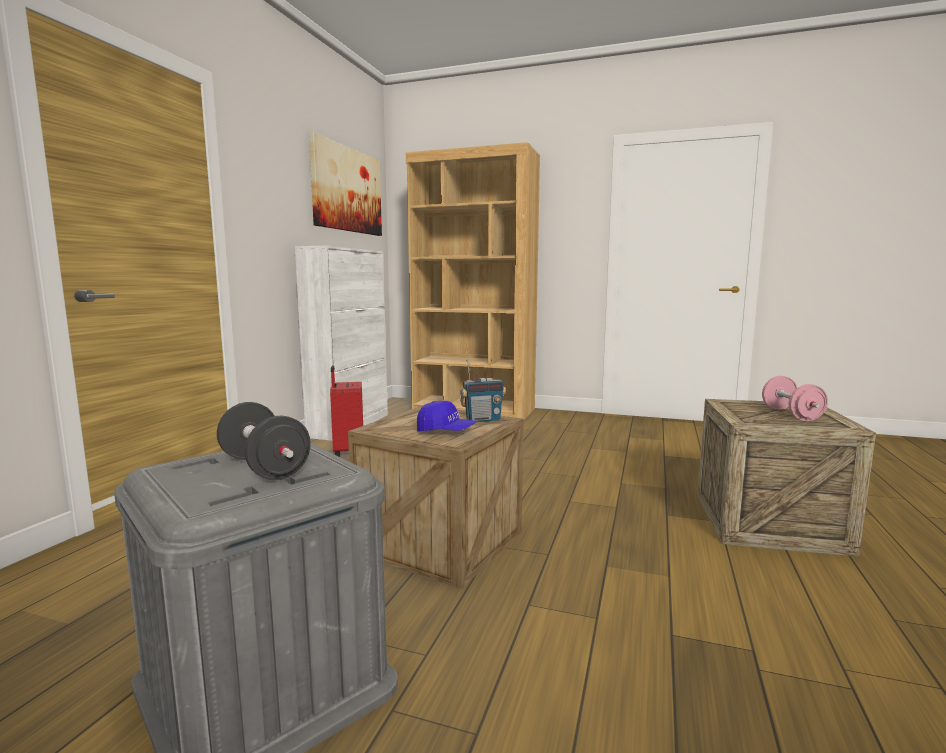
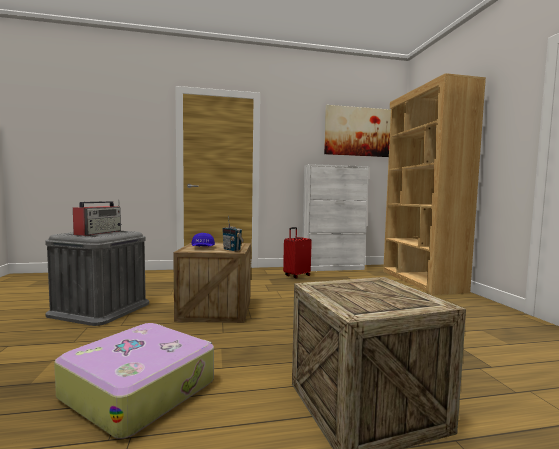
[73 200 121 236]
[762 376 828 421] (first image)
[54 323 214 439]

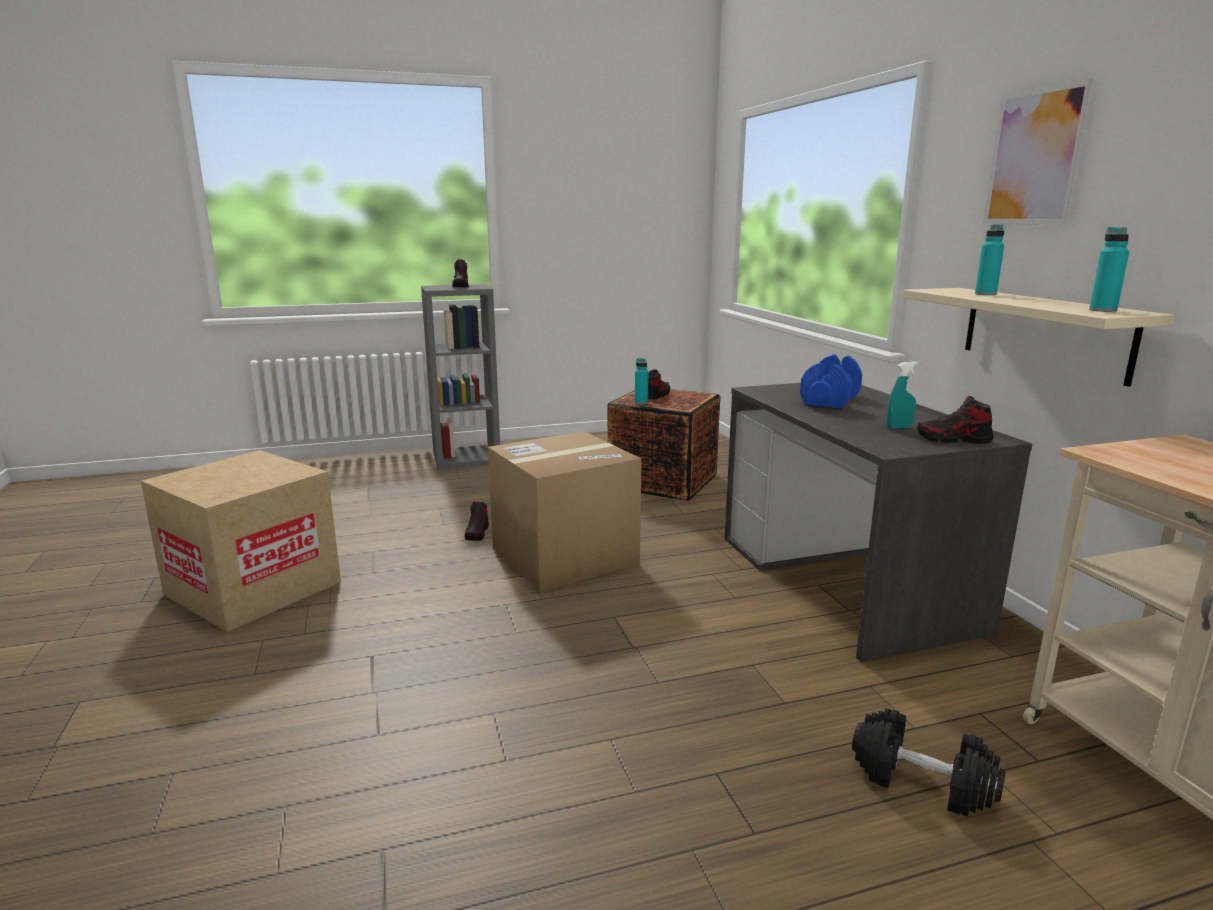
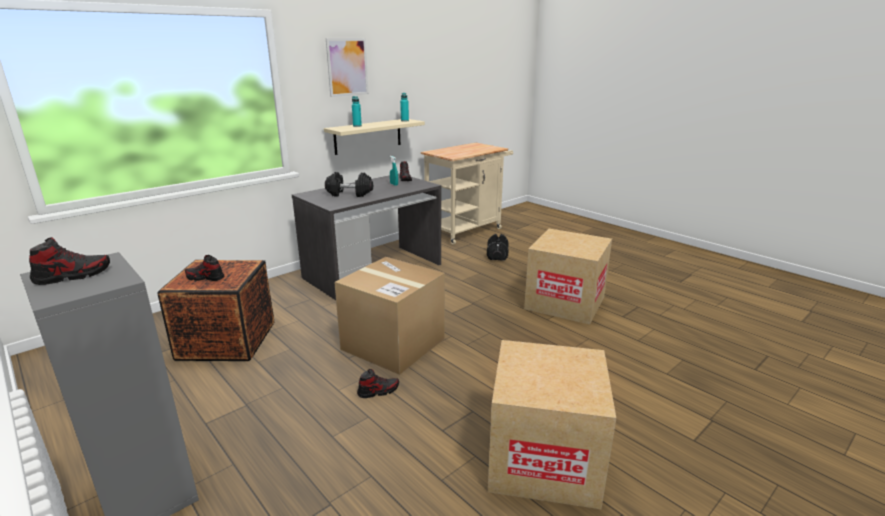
[635 358 649 405] (first image)
[325 172 373 197]
[524 229 612 325]

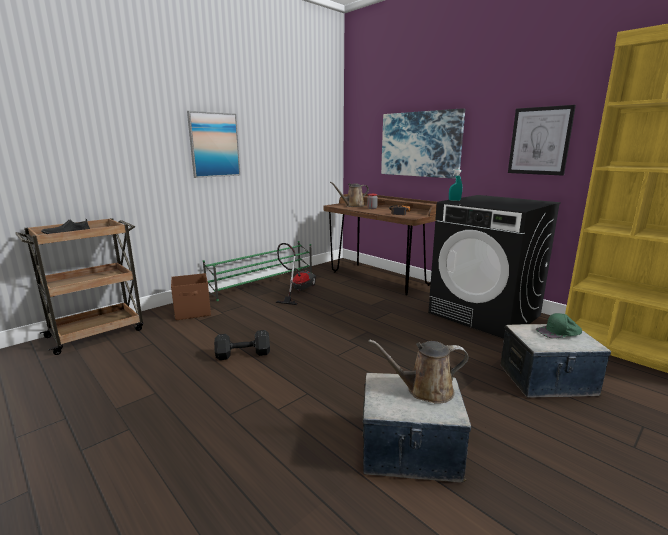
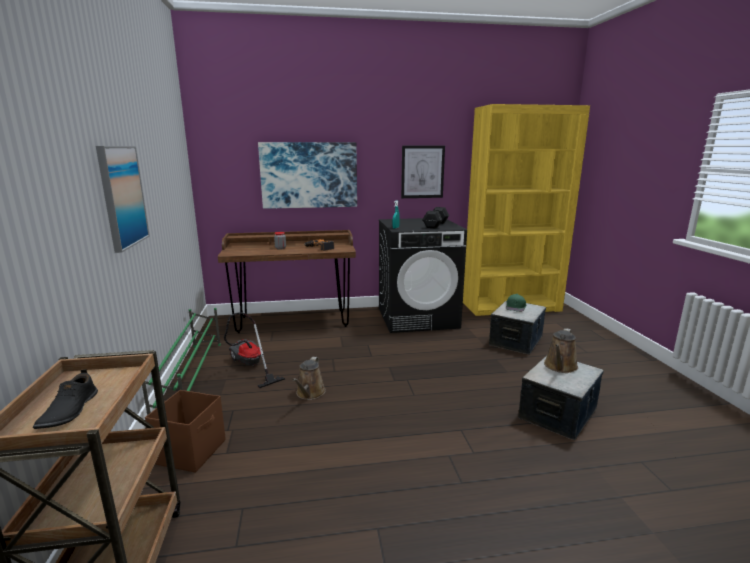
[422 207 449 229]
[292 357 326 400]

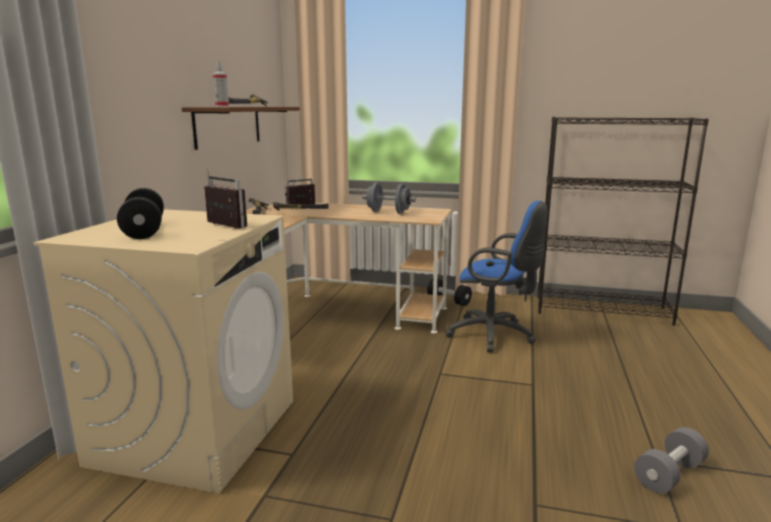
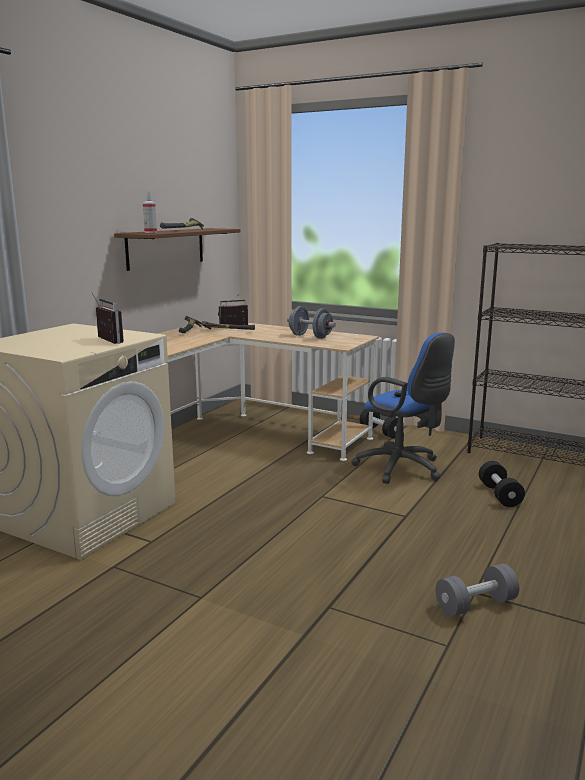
[479 461 525 507]

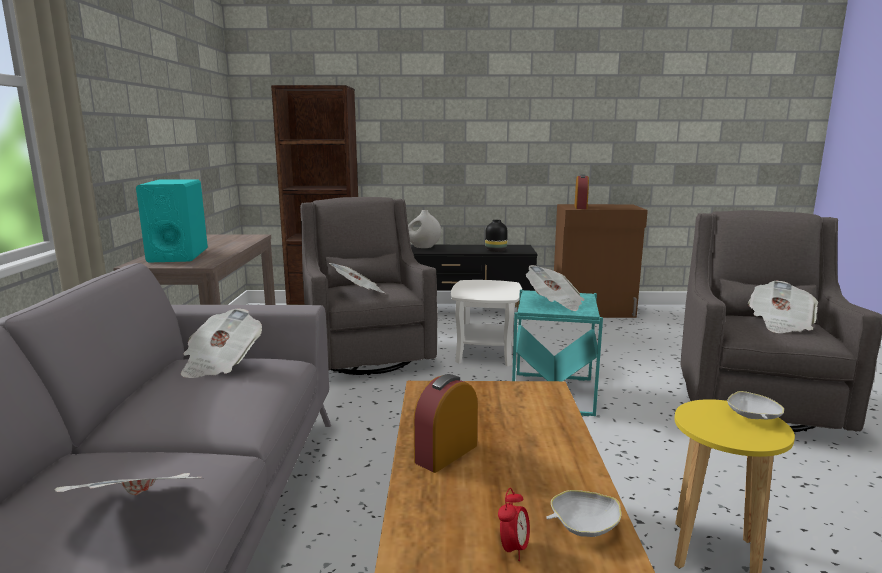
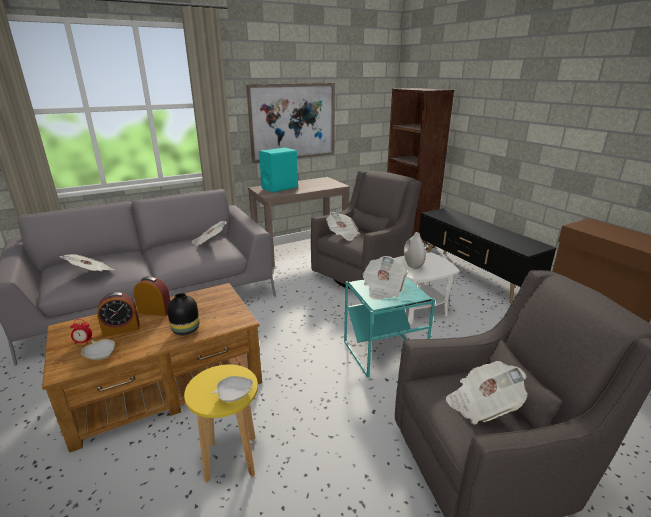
[404 232 426 269]
[167 293 200 335]
[97 292 140 337]
[246 83 335 163]

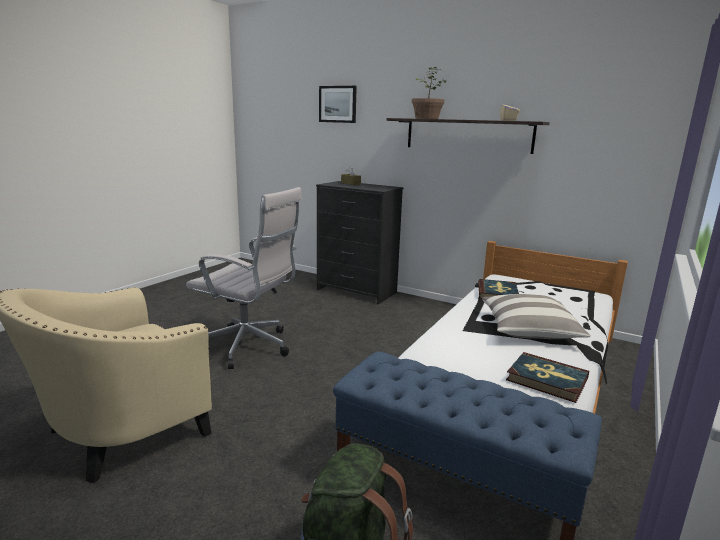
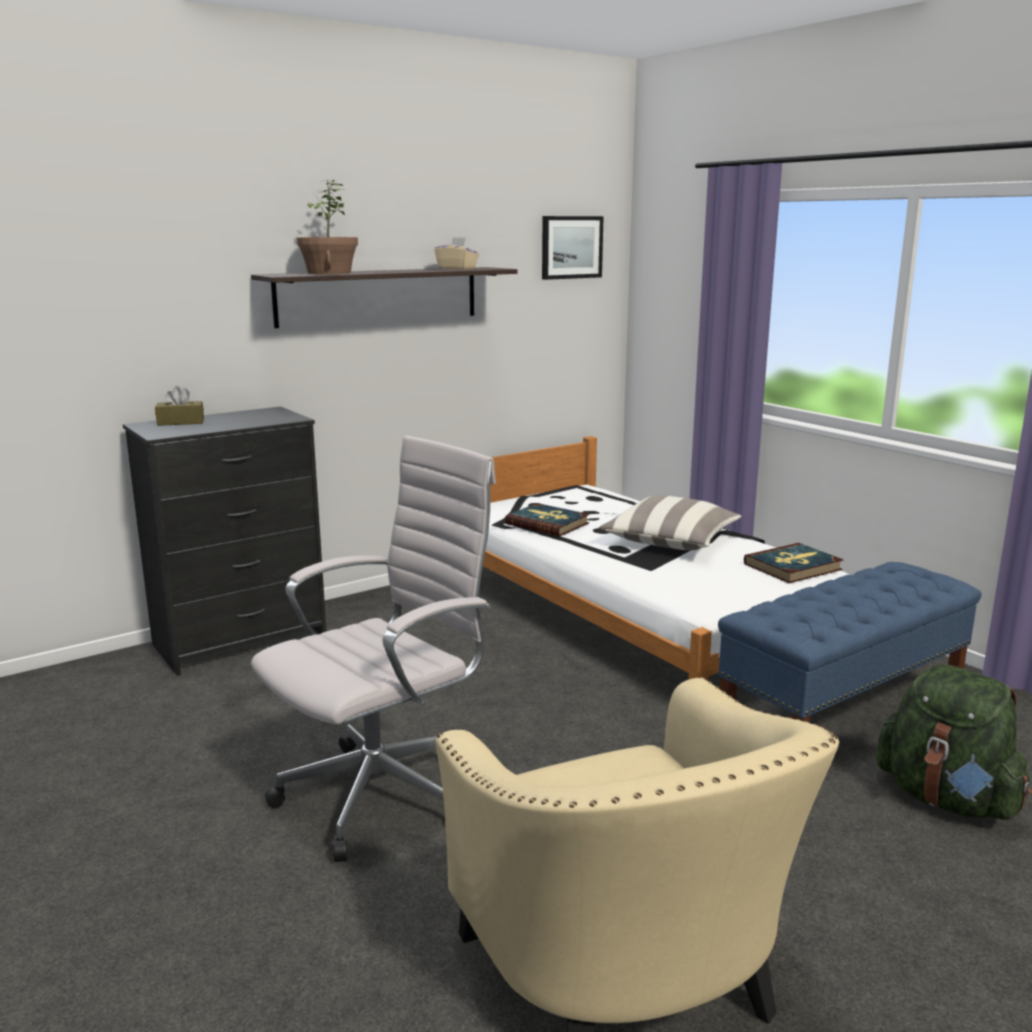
[542 216 604 280]

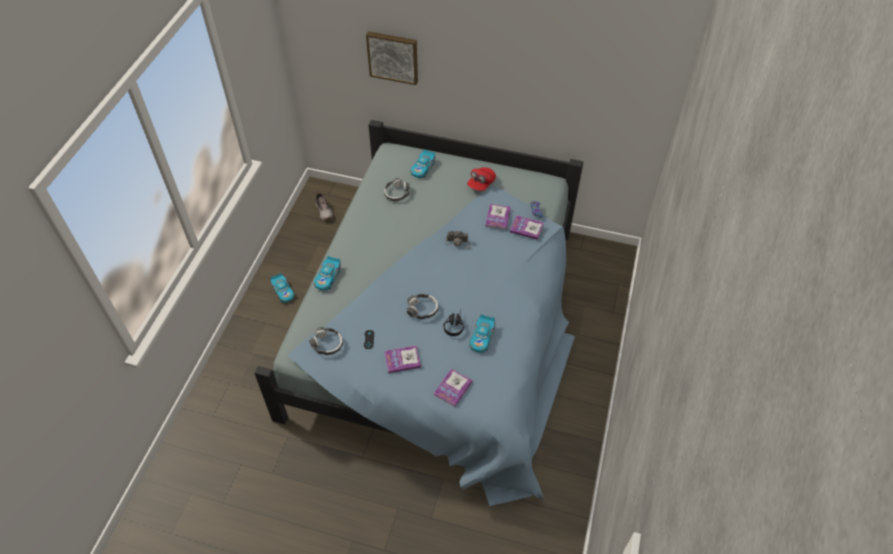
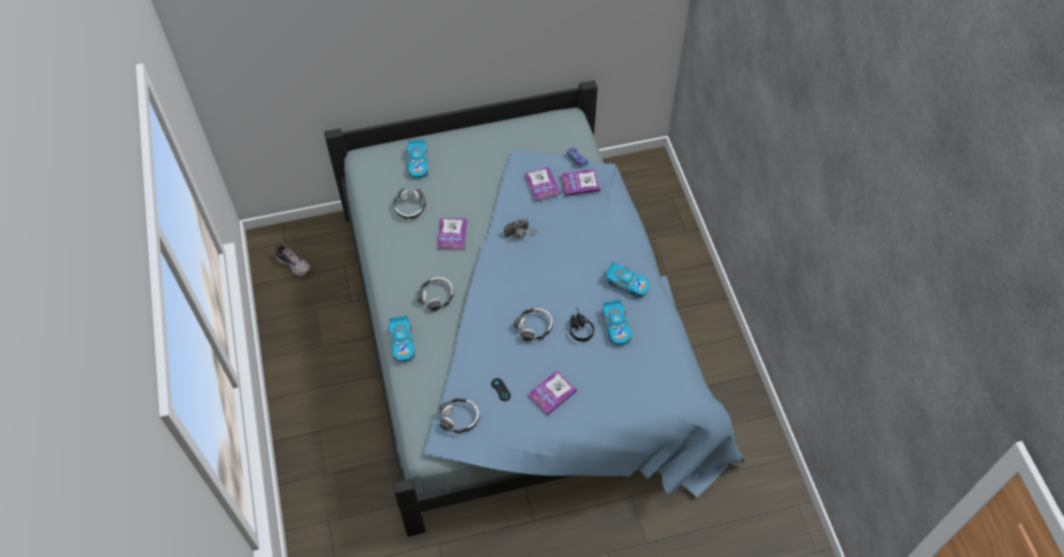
[605 262 650 298]
[366 31 418 85] (first image)
[438 218 467 250]
[467 167 496 191] (first image)
[418 277 454 312]

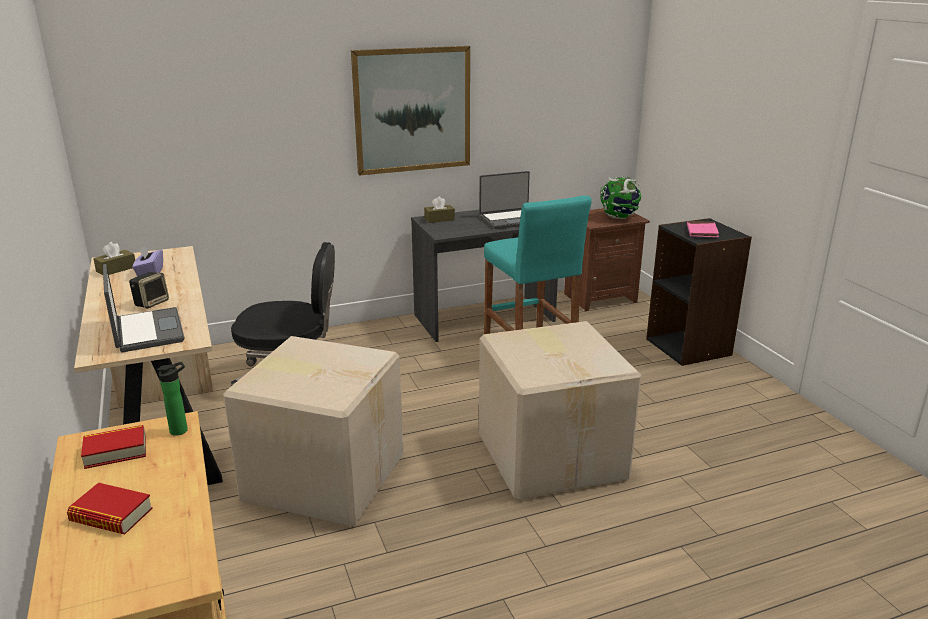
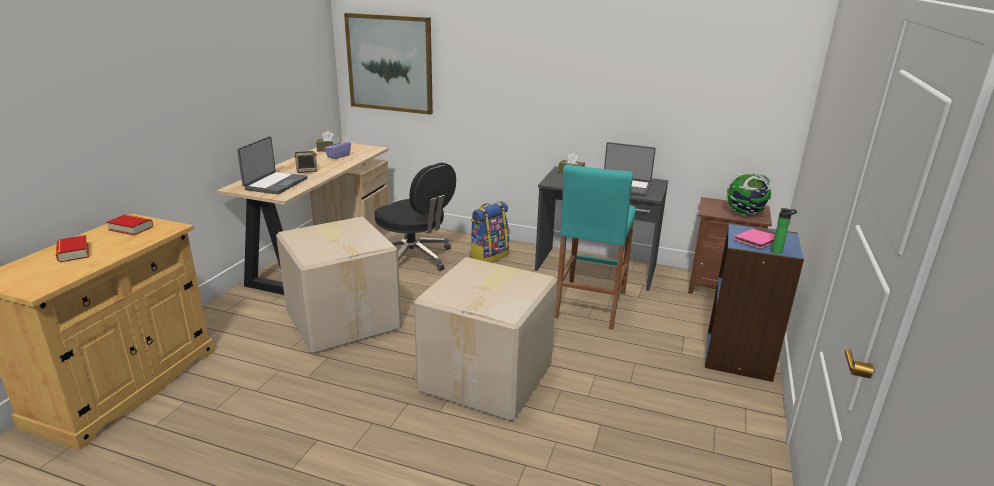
[771 208 797 254]
[344 13 433 115]
[705 223 804 382]
[470 202 509 263]

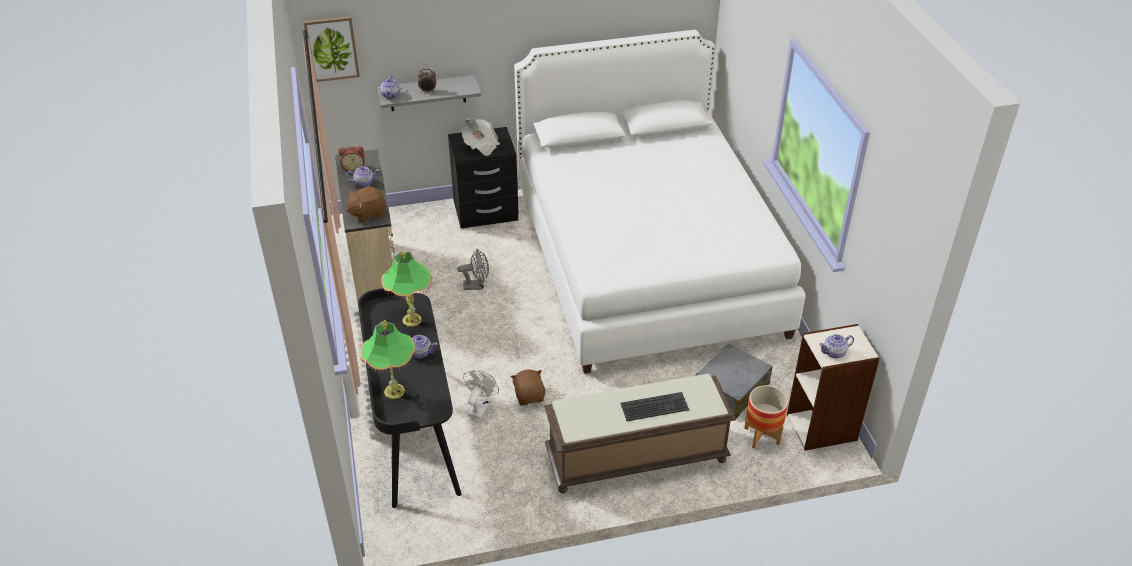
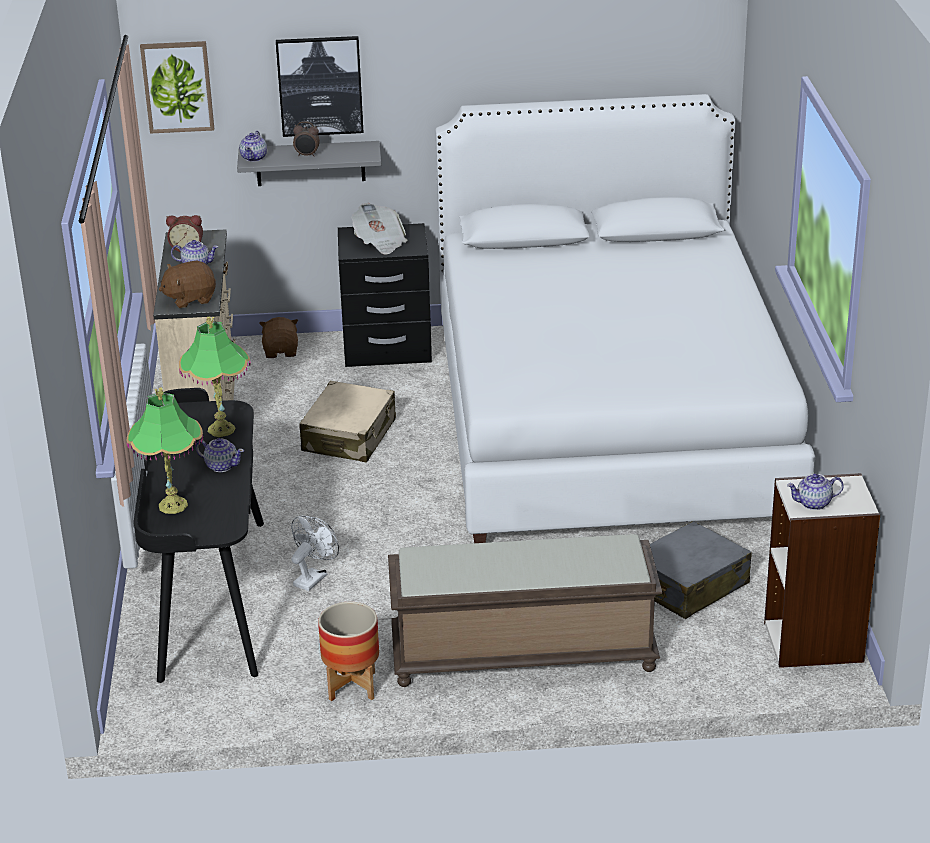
[299 381 396 462]
[259 317 298 358]
[620 392 689 421] (first image)
[318 602 379 701]
[276 36 364 137]

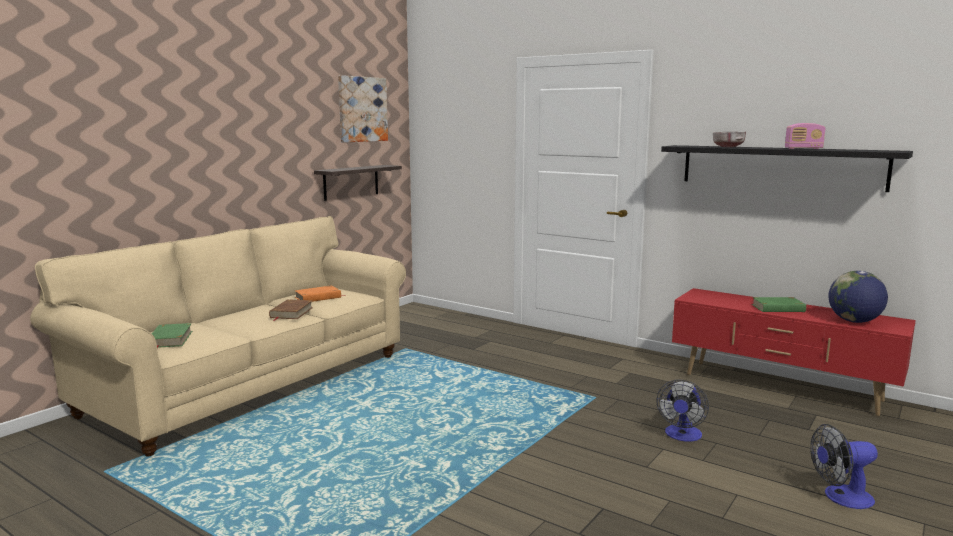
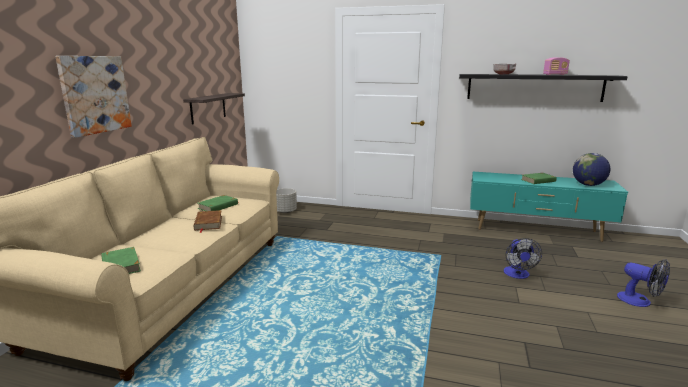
[198 195 239 211]
[55 56 132 138]
[470 172 628 242]
[617 259 670 307]
[276 188 297 213]

